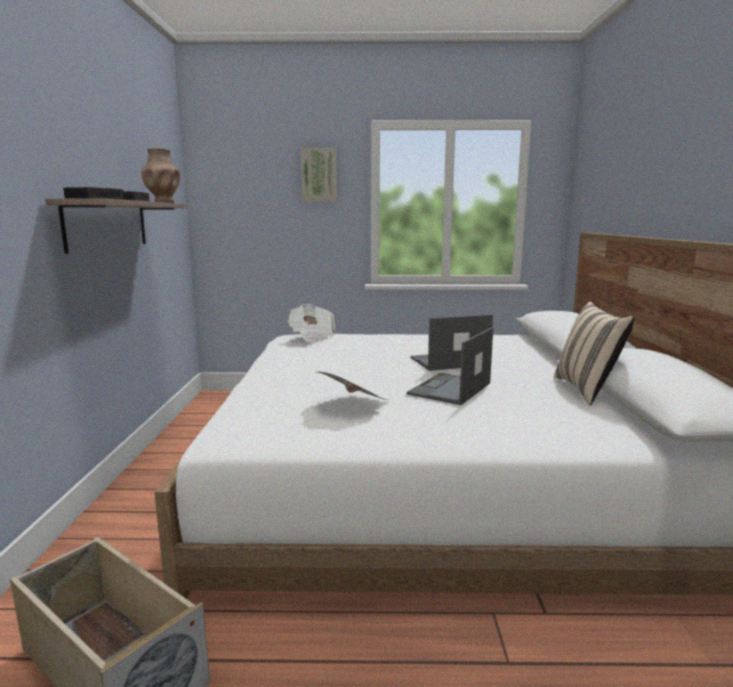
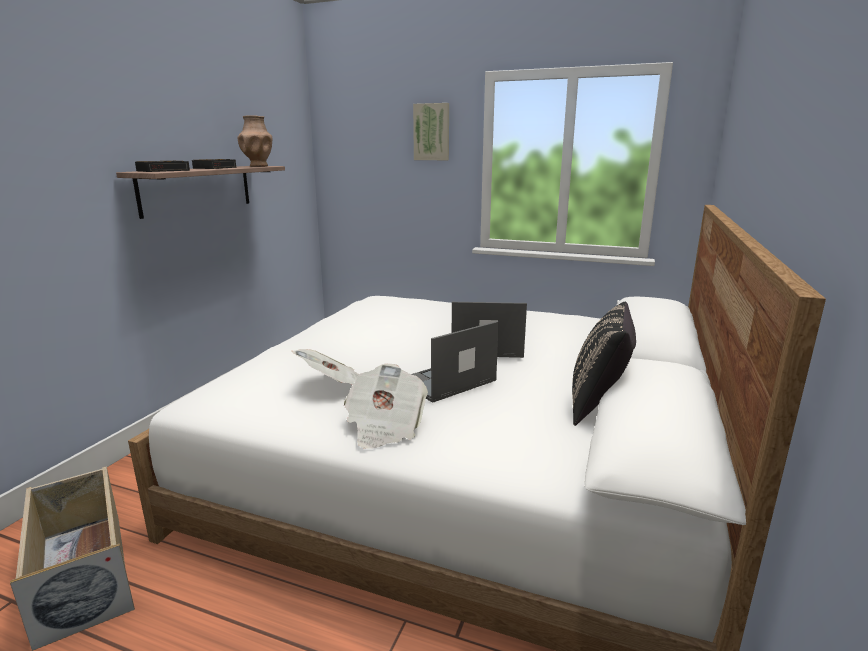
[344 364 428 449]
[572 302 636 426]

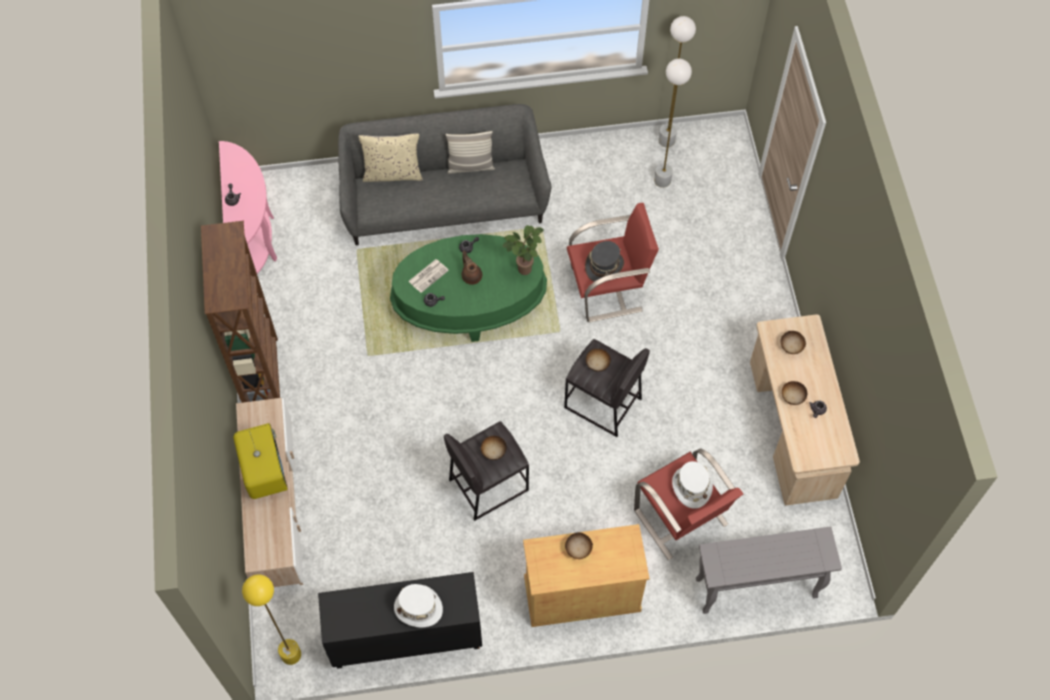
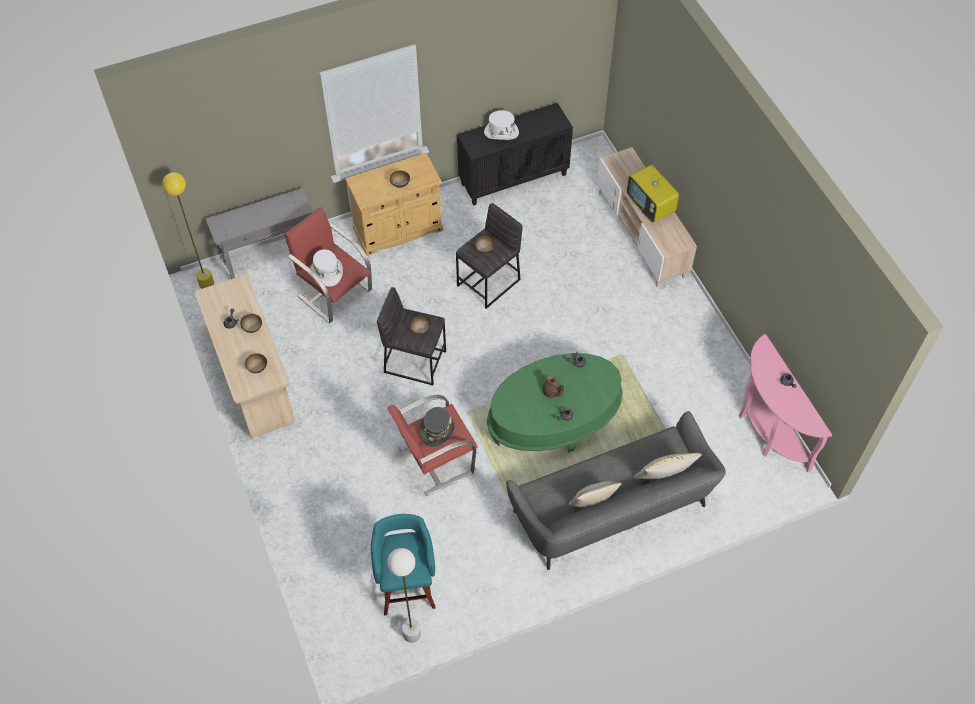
[201 221 280 403] (first image)
[162 172 214 289]
[408 259 449 293] (first image)
[502 225 544 275] (first image)
[371 514 435 615]

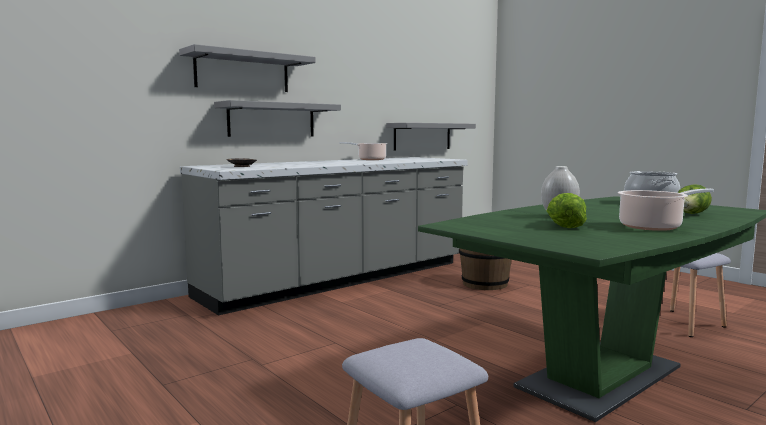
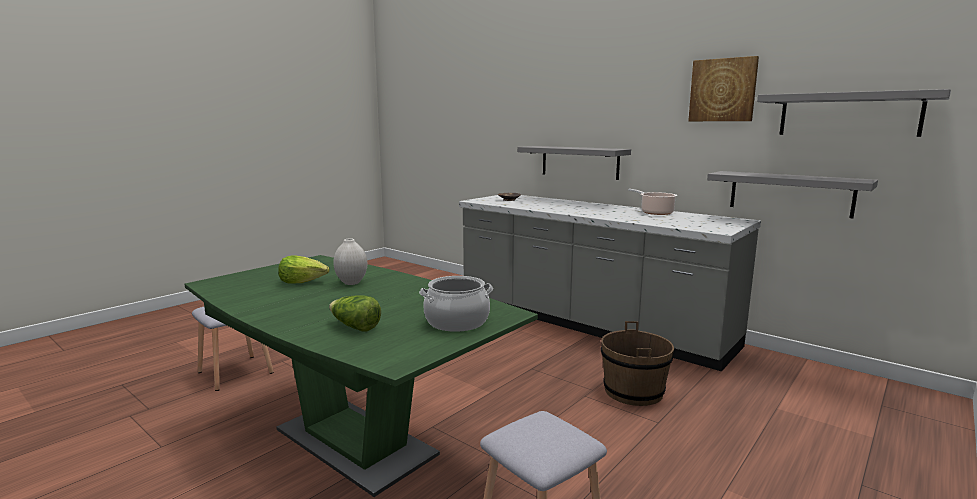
[757 89 951 137]
[618 188 714 231] (first image)
[688 56 759 121]

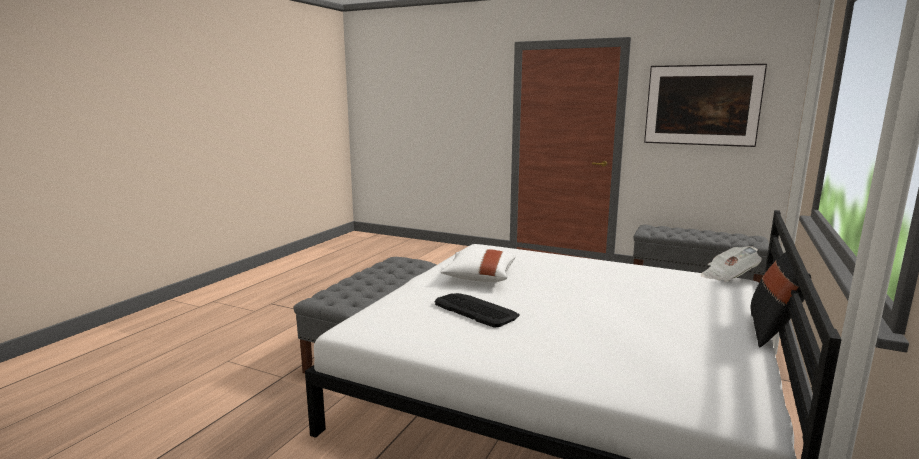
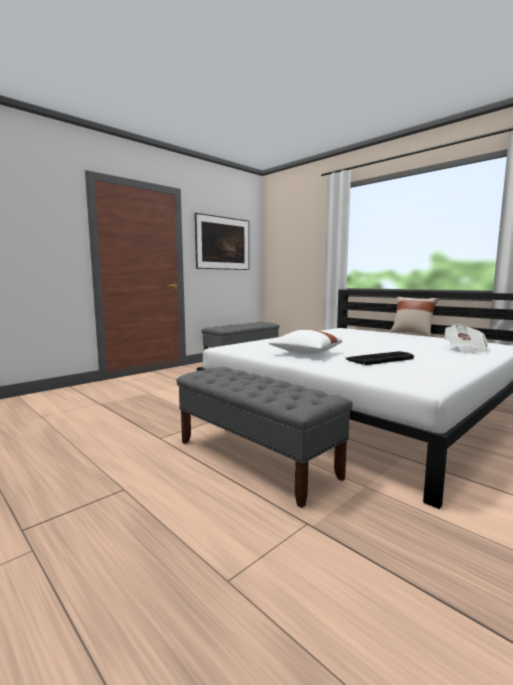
[444 324 488 354]
[390 297 439 337]

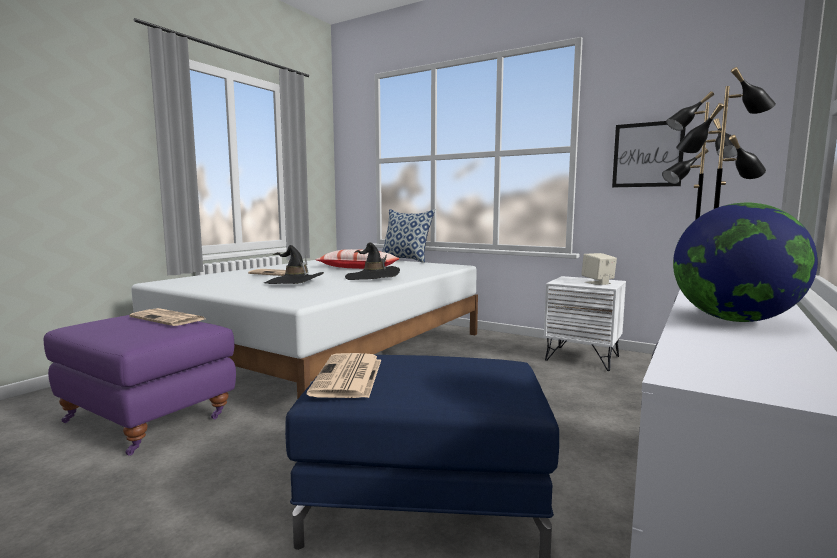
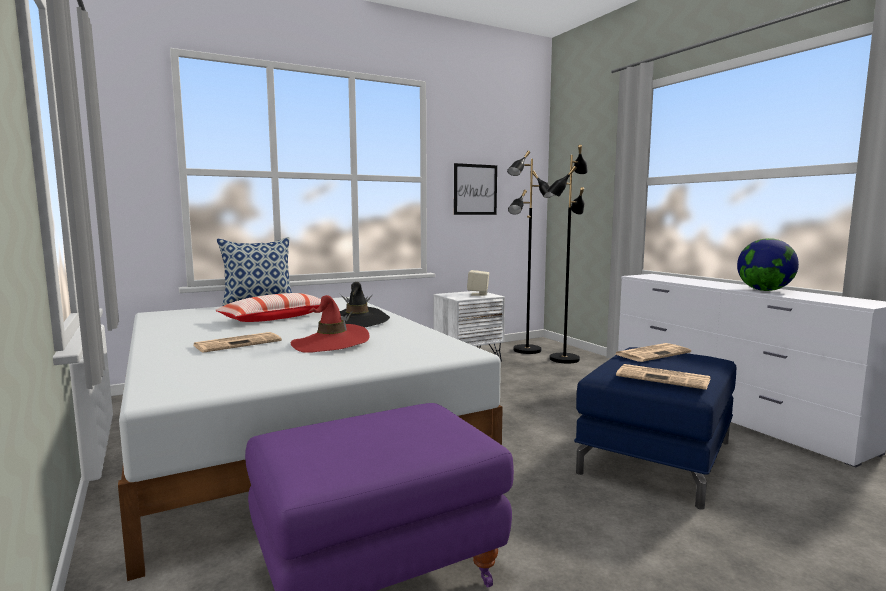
[616 343 691 362]
[291 295 369 353]

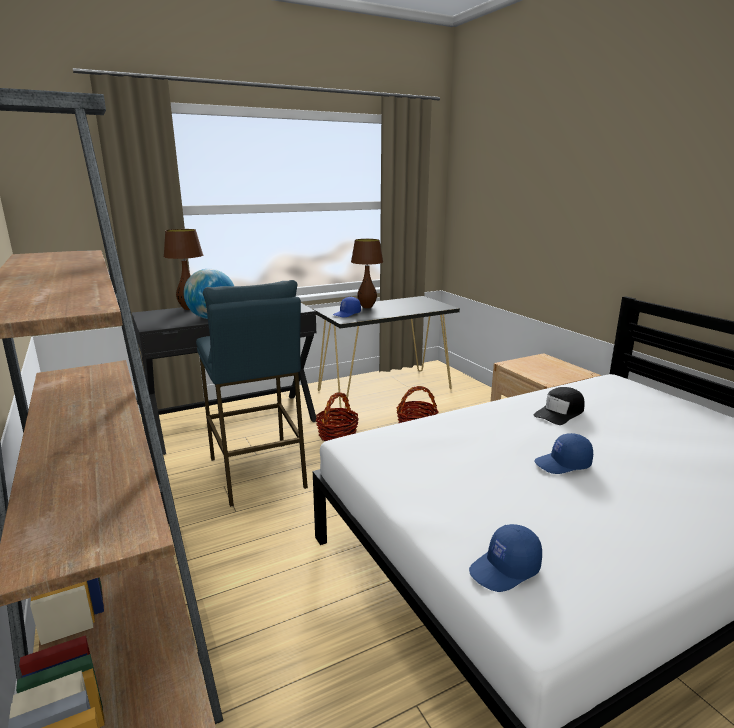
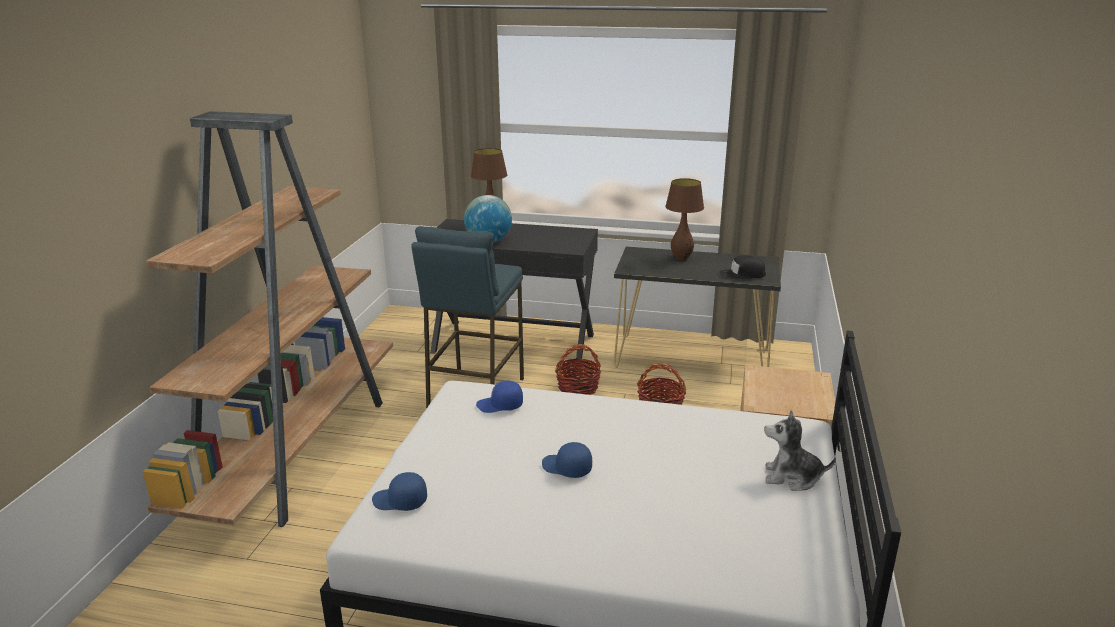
[476 381 523 413]
[719 255 766 280]
[764 411 836 491]

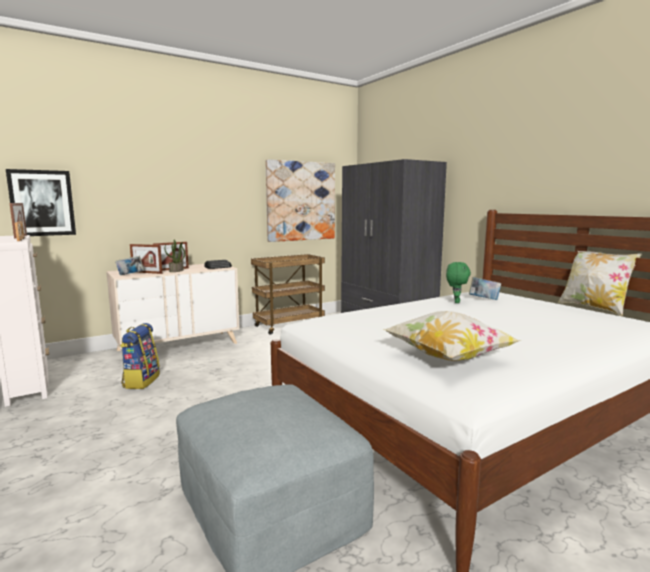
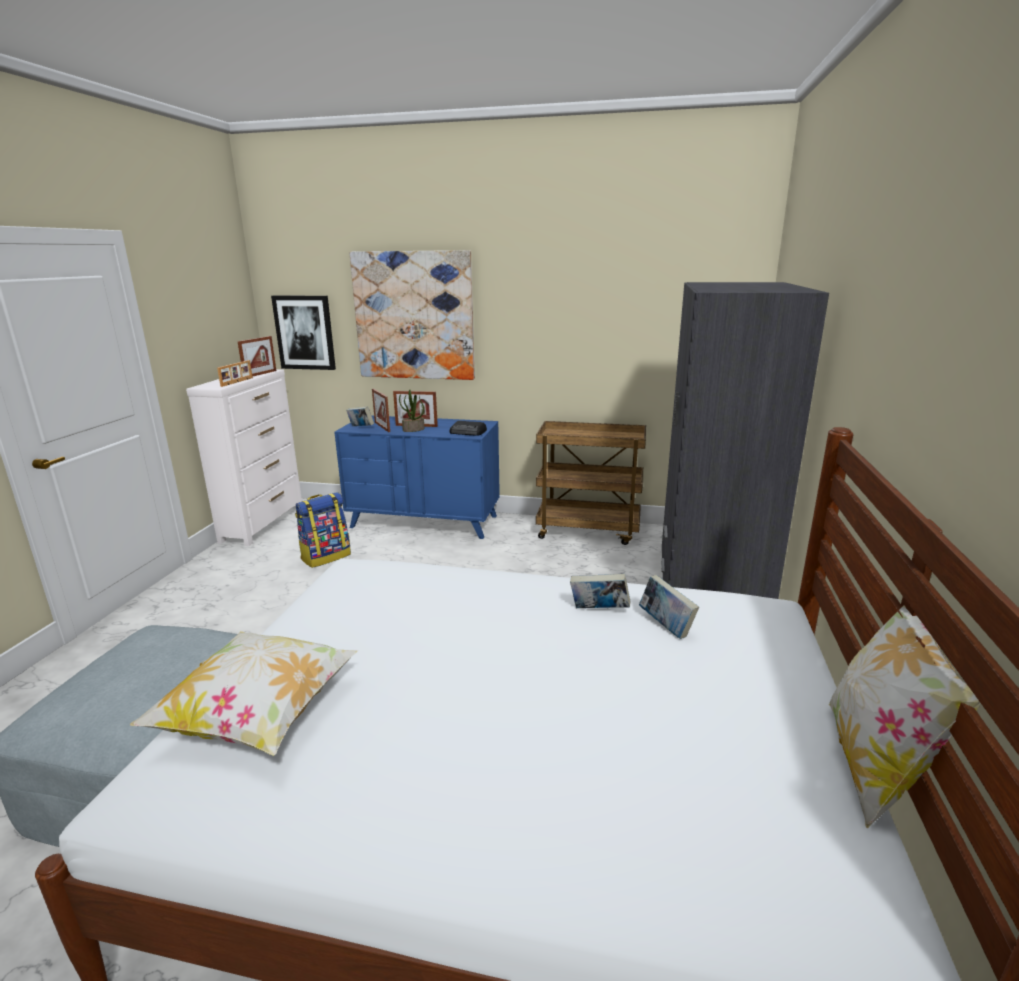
[334 416 500 539]
[349 250 475 380]
[570 573 630 608]

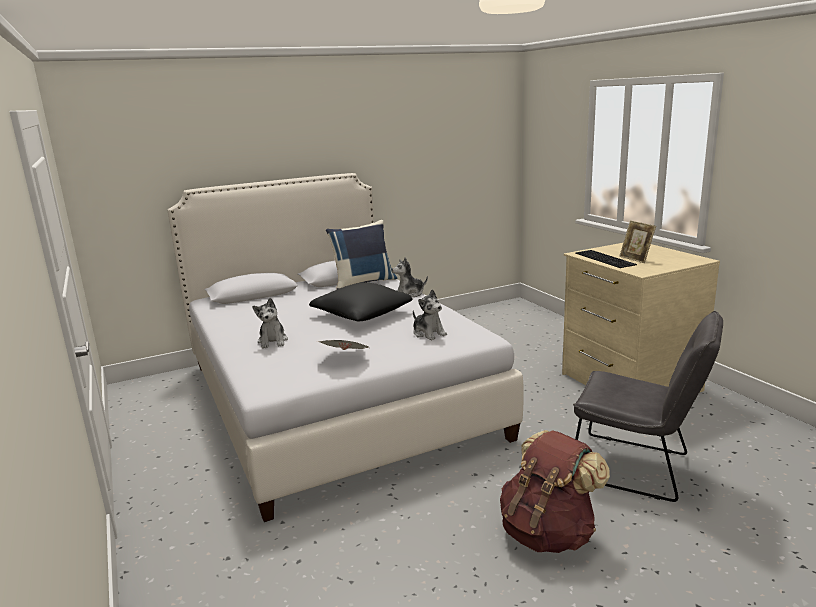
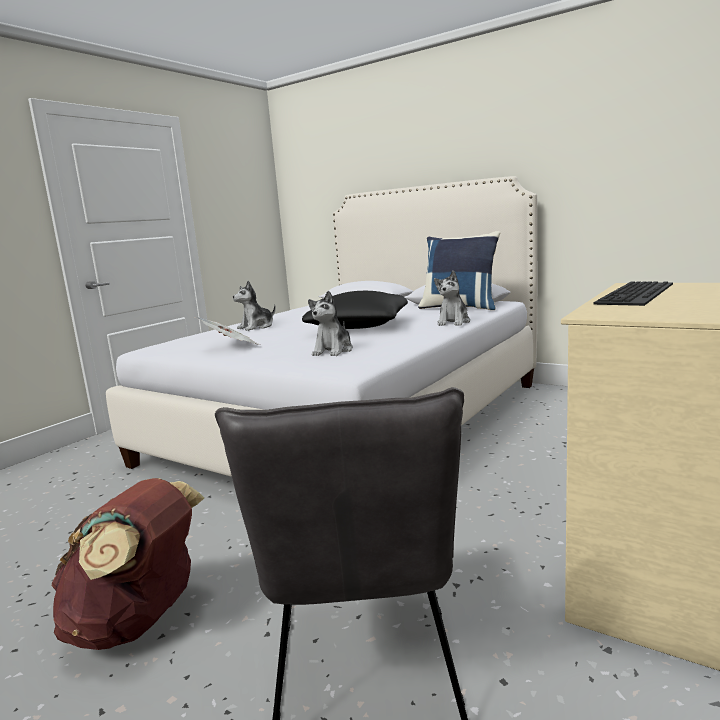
[434 271 470 326]
[619 220 656 263] (first image)

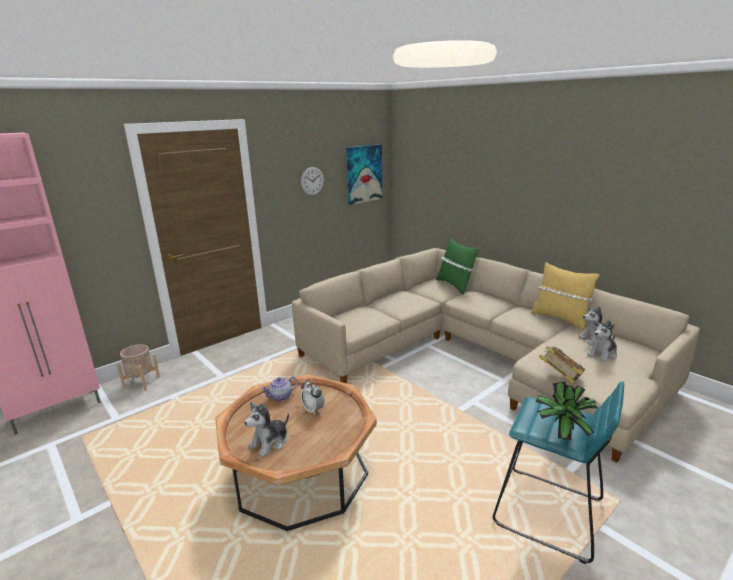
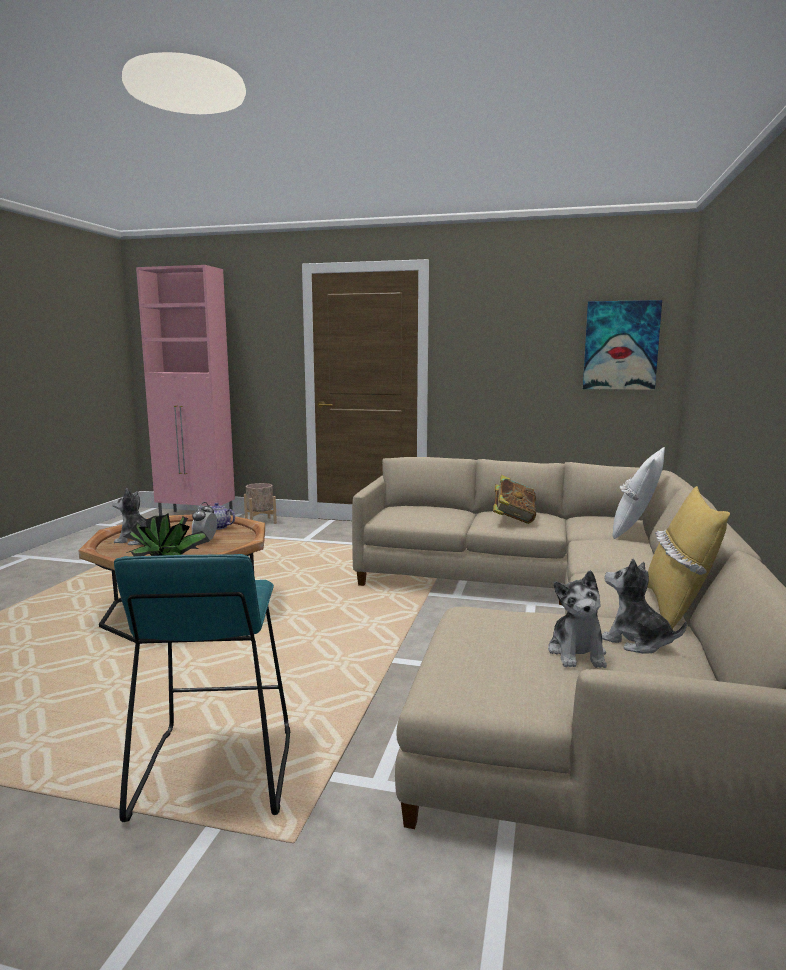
[301 167 324 195] (first image)
[612 447 665 539]
[493 475 536 524]
[548 570 607 668]

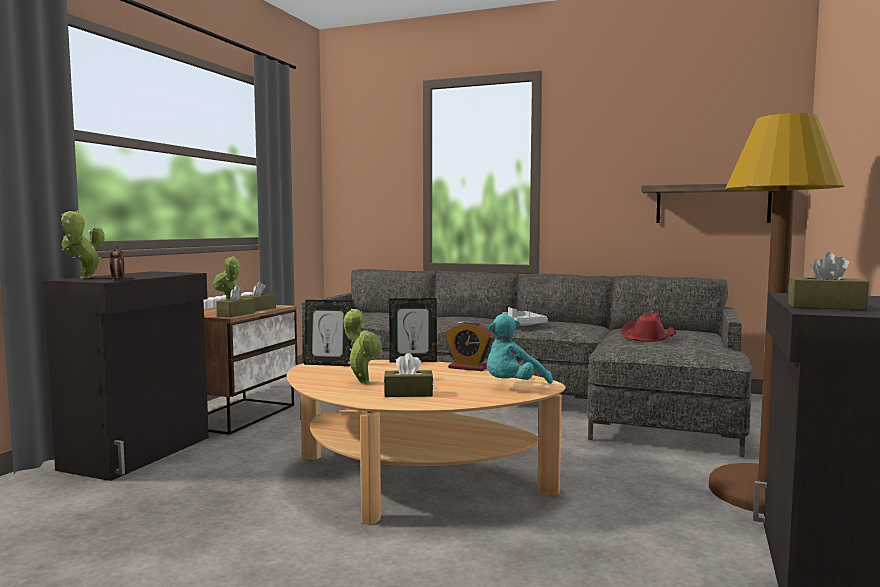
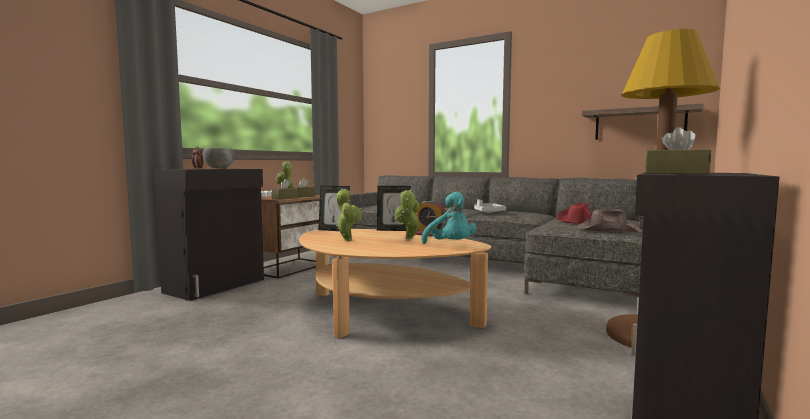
[395 190 421 239]
[384 353 433 397] (first image)
[421 192 476 244]
[203 148 234 169]
[577 209 642 233]

